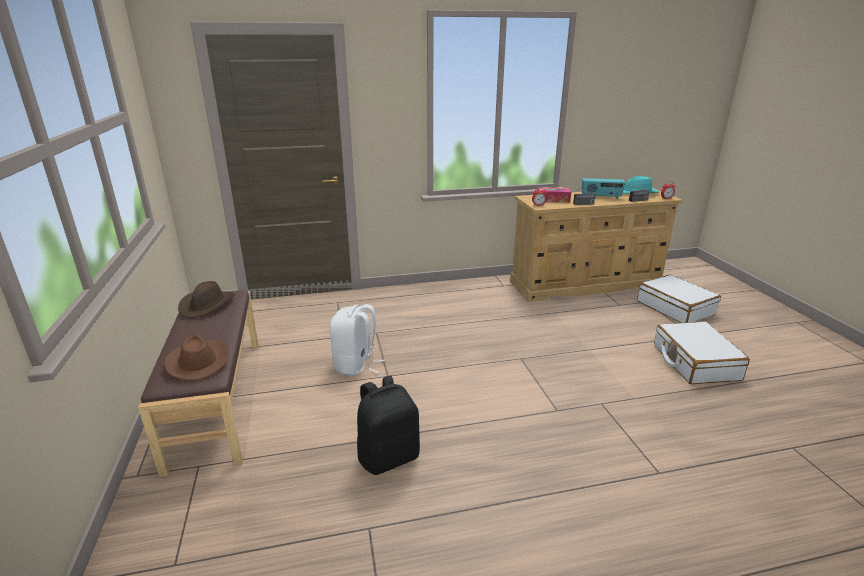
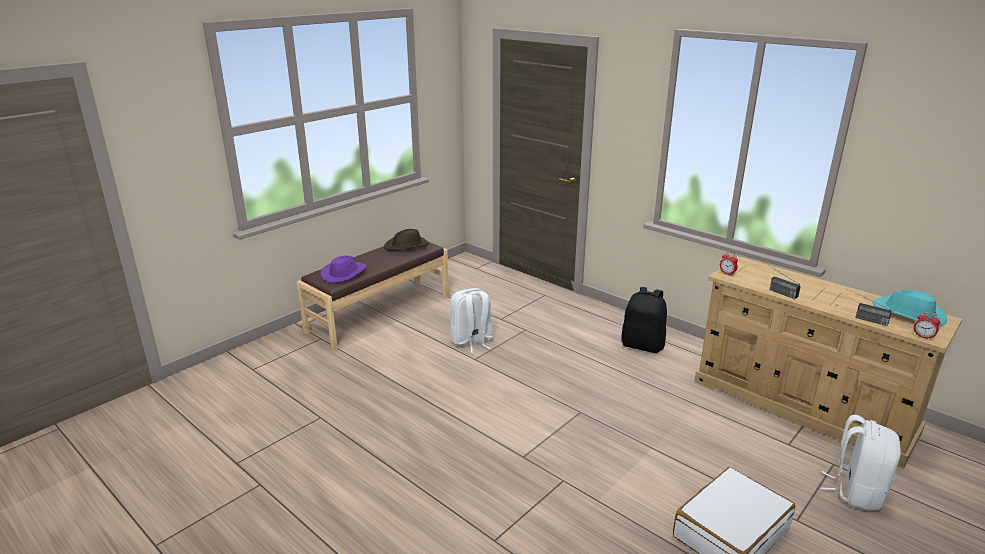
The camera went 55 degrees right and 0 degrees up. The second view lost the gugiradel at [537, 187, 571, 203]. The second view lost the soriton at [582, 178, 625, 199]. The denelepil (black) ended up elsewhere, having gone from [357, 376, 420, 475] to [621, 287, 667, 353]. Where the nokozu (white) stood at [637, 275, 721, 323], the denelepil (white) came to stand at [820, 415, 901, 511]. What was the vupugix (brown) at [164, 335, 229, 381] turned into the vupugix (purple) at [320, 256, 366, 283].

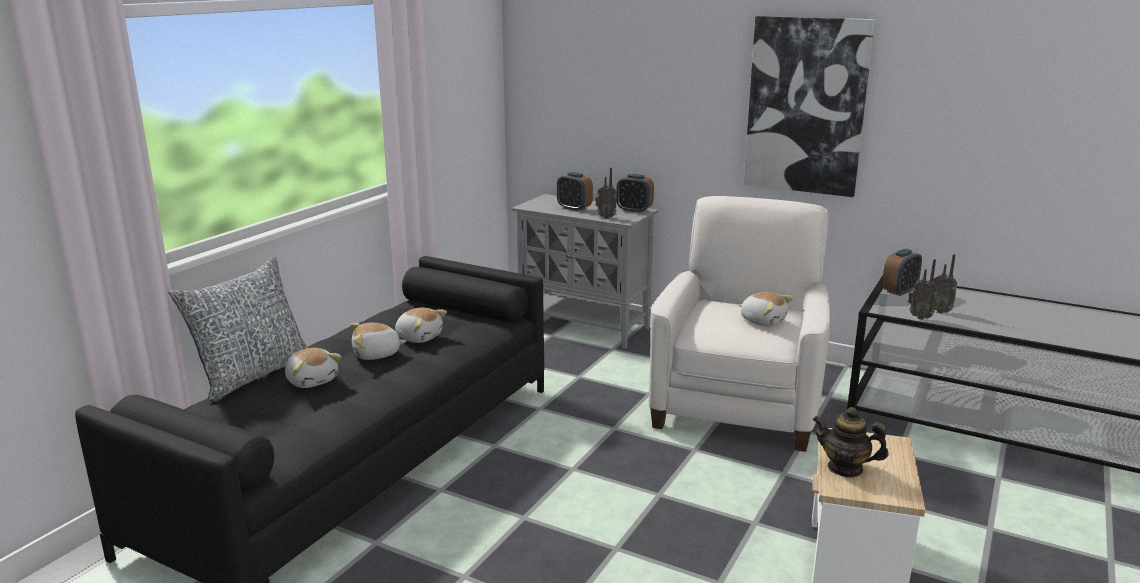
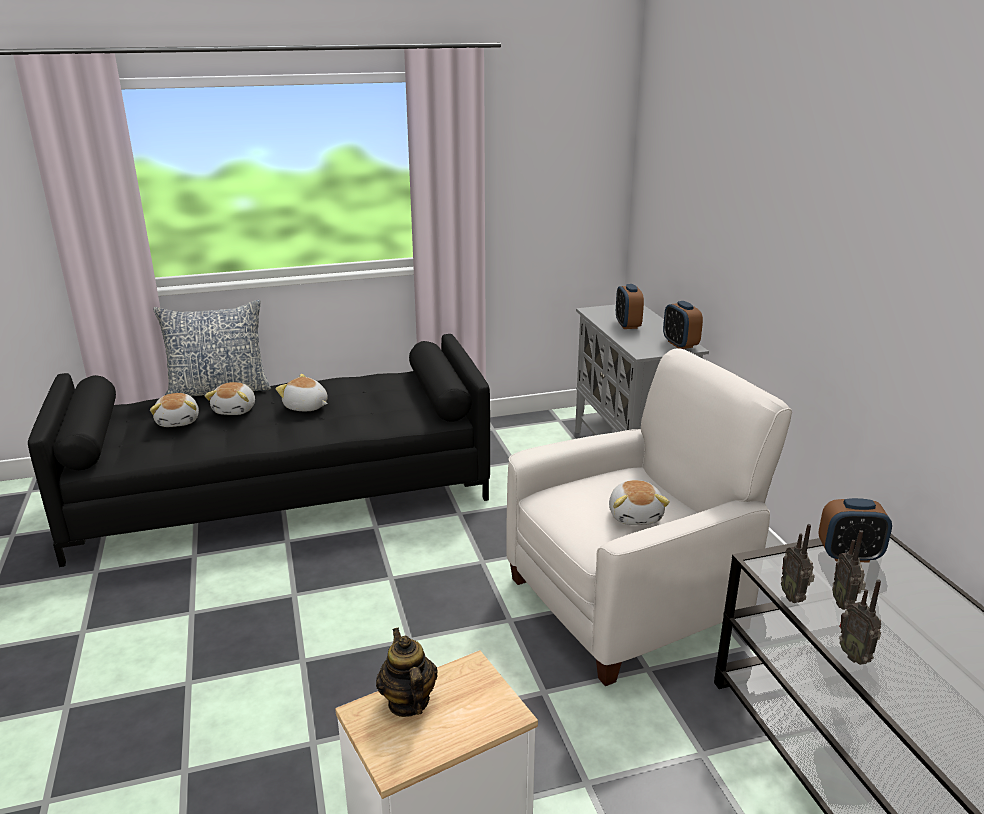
The camera went 45 degrees right and 5 degrees up. The second view lost the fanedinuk at [744, 16, 875, 197]. The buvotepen ended up elsewhere, having gone from [395, 308, 447, 343] to [150, 393, 199, 427]. The soriton ended up elsewhere, having gone from [596, 168, 617, 219] to [839, 579, 881, 665].

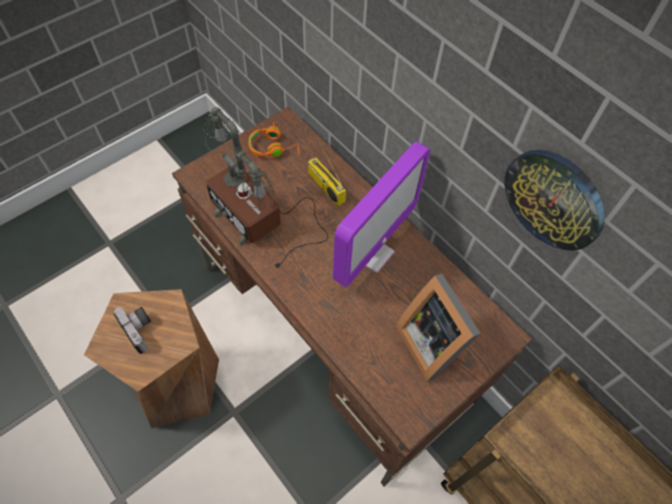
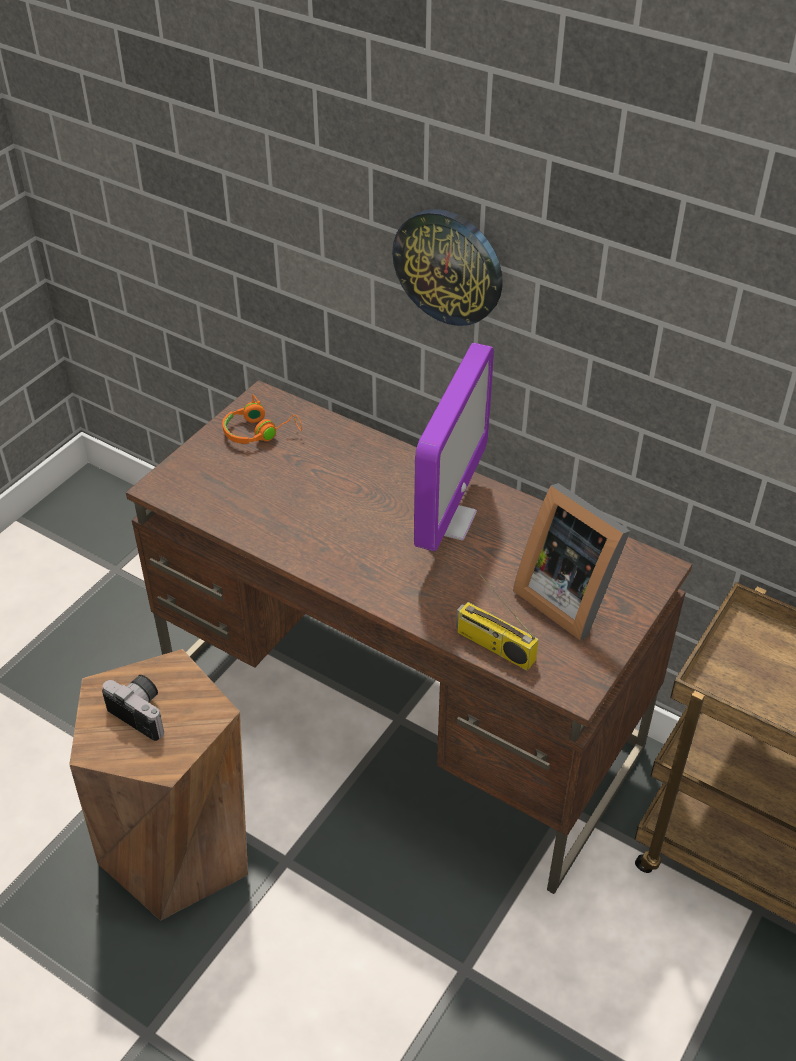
The camera went 15 degrees left and 15 degrees down. The second view lost the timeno at [204, 107, 328, 269]. The soriton ended up elsewhere, having gone from [308, 142, 346, 207] to [456, 574, 539, 671]. The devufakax ended up elsewhere, having gone from [504, 150, 605, 251] to [392, 209, 503, 326].

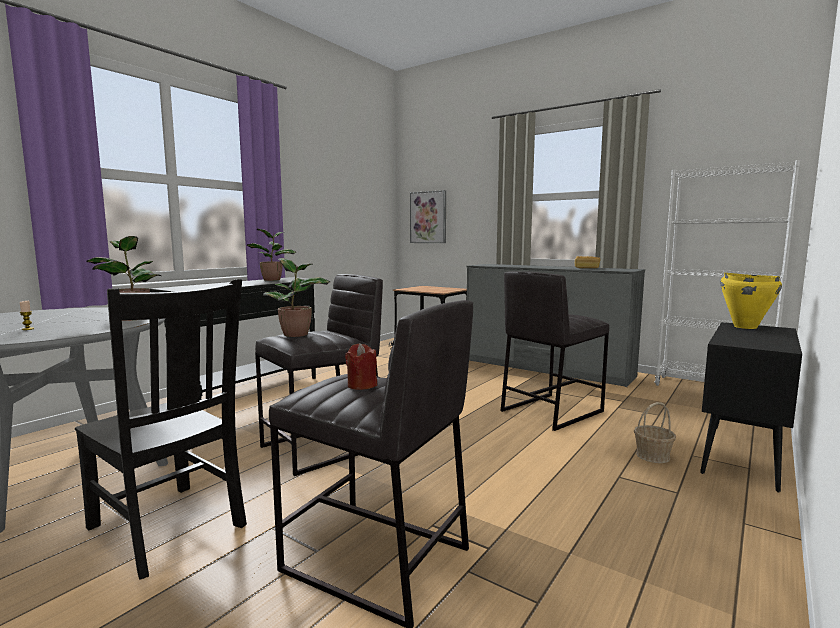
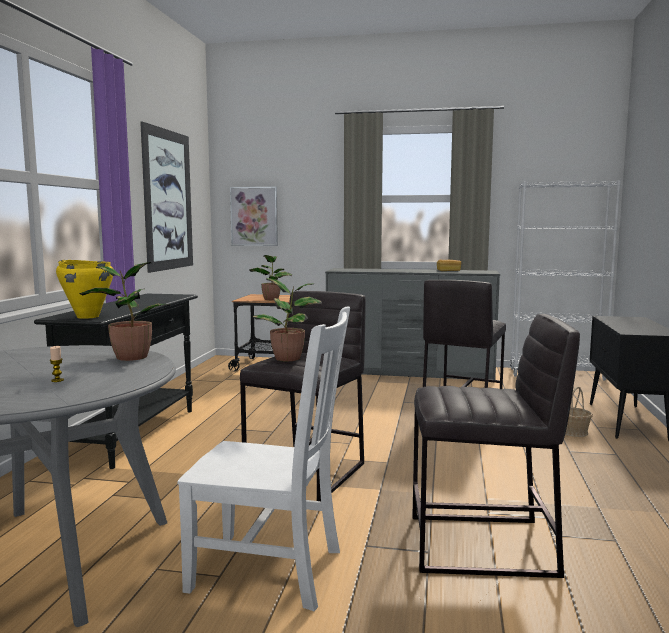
The camera went 25 degrees left and 0 degrees up. The second view lost the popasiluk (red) at [345, 343, 377, 390]. The second view gained the fanedinuk at [140, 122, 193, 273]. The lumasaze ended up elsewhere, having gone from [247, 229, 297, 281] to [250, 255, 292, 300]. The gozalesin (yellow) ended up elsewhere, having gone from [720, 273, 782, 329] to [56, 260, 113, 319]. What was the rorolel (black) at [75, 279, 247, 580] turned into the rorolel (white) at [177, 306, 350, 611].

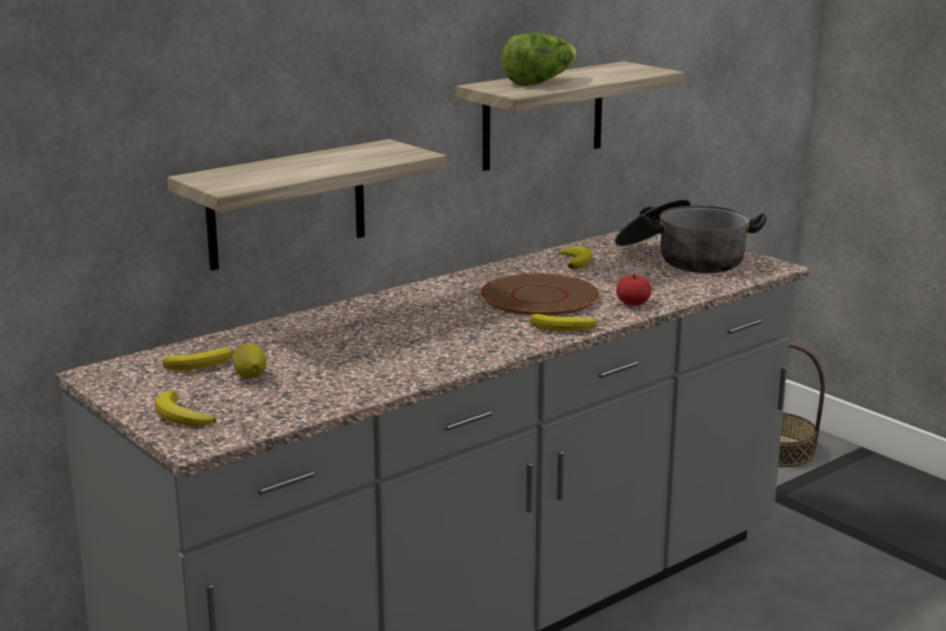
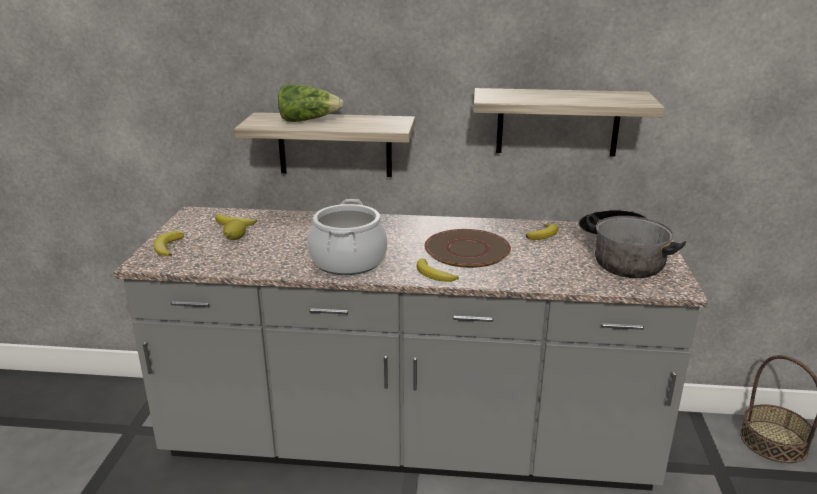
The camera went 45 degrees right and 5 degrees up. The second view lost the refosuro at [616, 274, 652, 306]. The second view gained the gozalesin at [308, 199, 387, 275]. The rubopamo ended up elsewhere, having gone from [501, 33, 577, 86] to [278, 84, 344, 122].

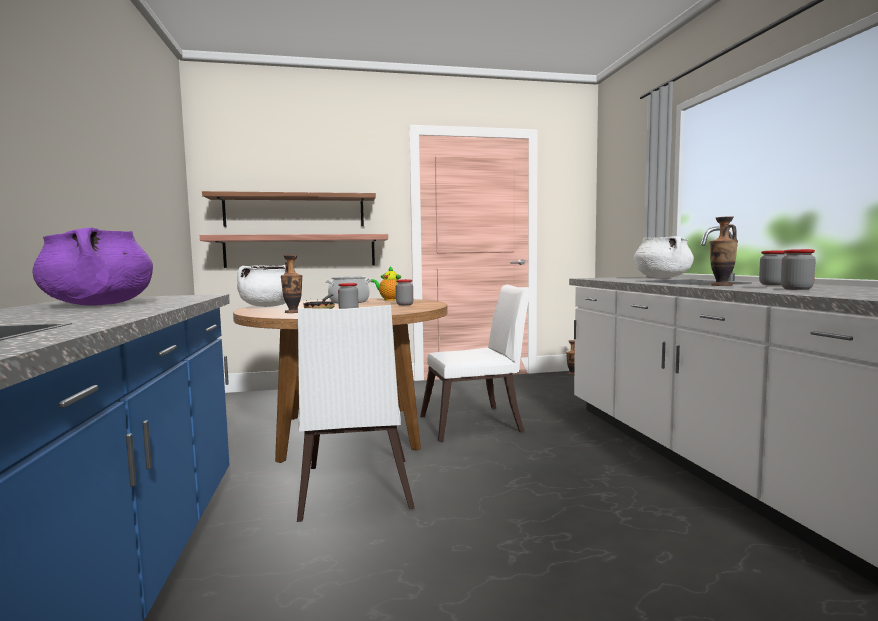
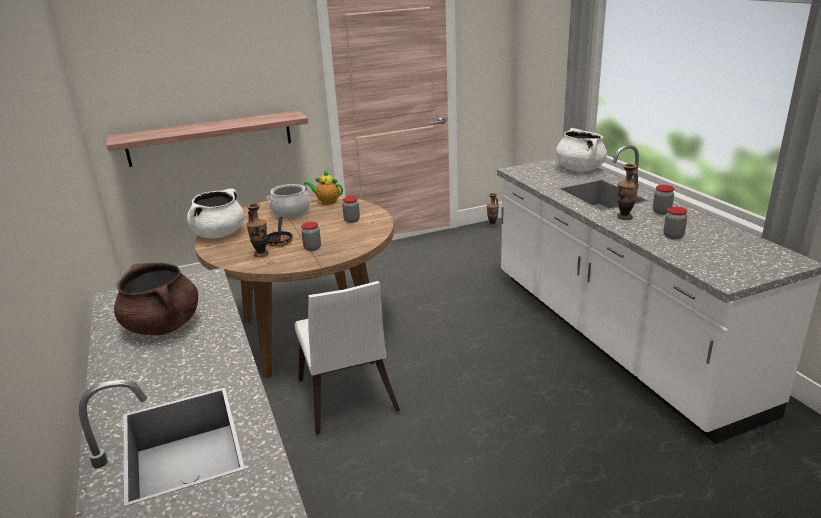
The camera went 10 degrees left and 20 degrees up. The second view lost the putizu at [202, 191, 376, 227]. The second view lost the rorolel (white) at [420, 285, 531, 442]. What was the gozalesin (purple) at [32, 227, 153, 305] turned into the gozalesin (brown) at [114, 263, 198, 335].

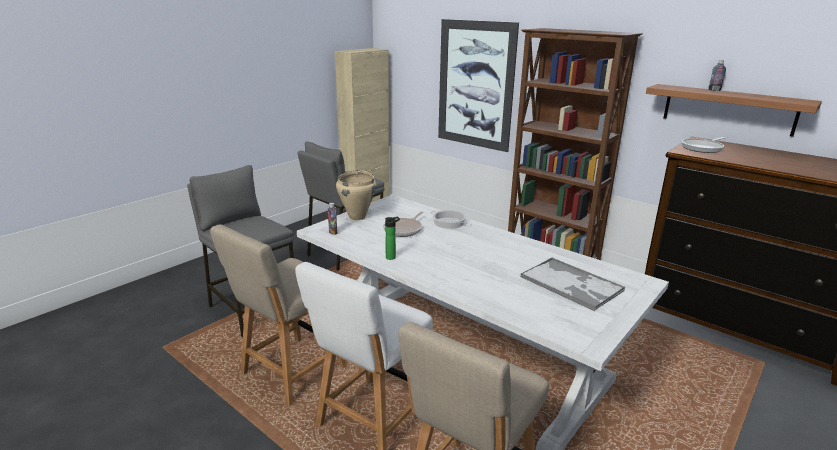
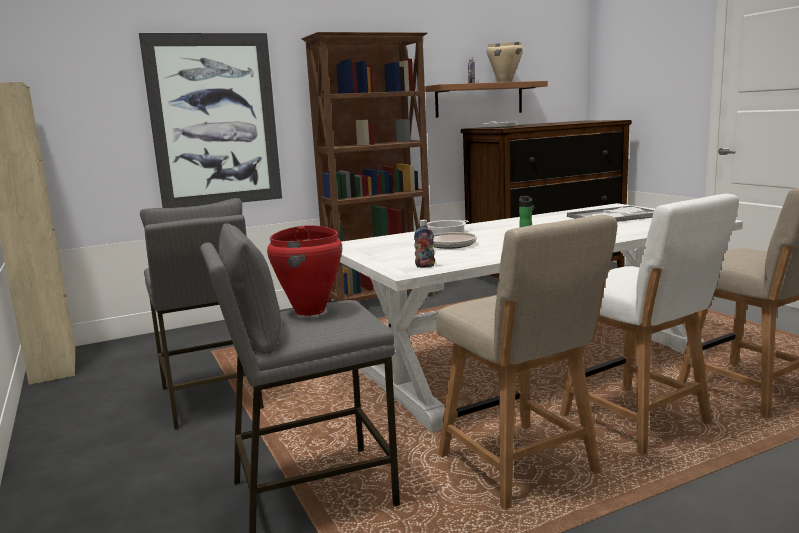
The camera went 65 degrees left and 10 degrees down. The second view gained the gozalesin (red) at [267, 225, 342, 316]. The gozalesin (beige) ended up elsewhere, having gone from [336, 170, 376, 220] to [487, 42, 523, 82].

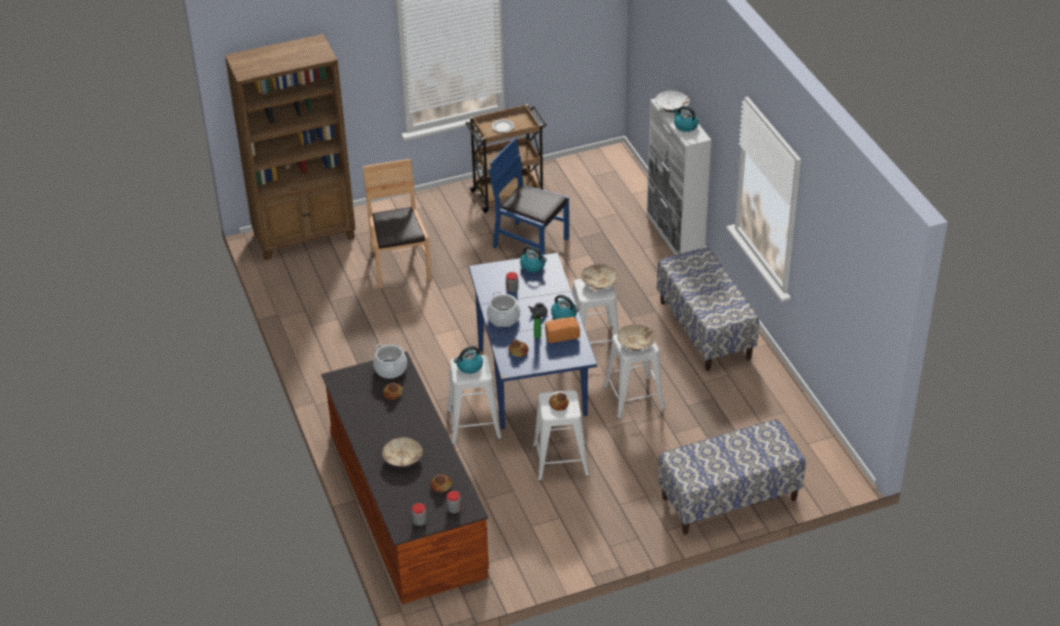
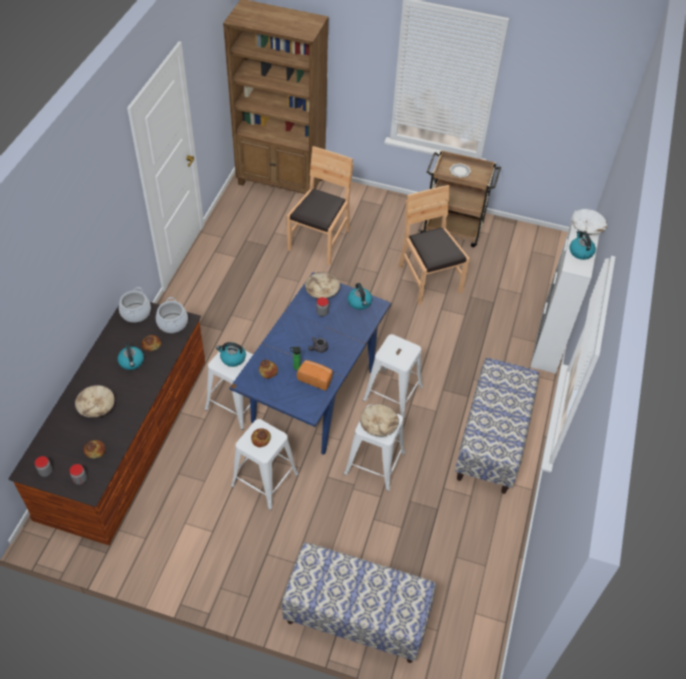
The camera went 35 degrees right and 10 degrees up. The gozalesin ended up elsewhere, having gone from [487, 291, 520, 327] to [119, 287, 151, 323]. The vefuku ended up elsewhere, having gone from [551, 295, 579, 319] to [118, 342, 144, 370]. The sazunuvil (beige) ended up elsewhere, having gone from [581, 264, 617, 290] to [305, 272, 340, 300]. What was the rorolel (blue) at [489, 138, 569, 255] turned into the rorolel (brown) at [399, 185, 470, 305].

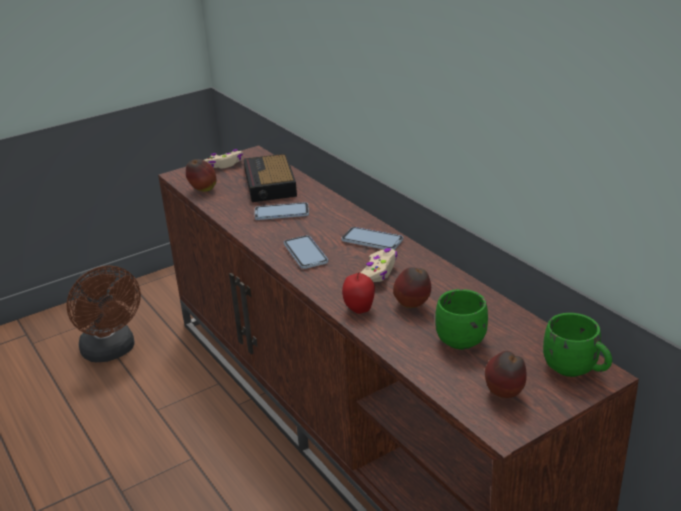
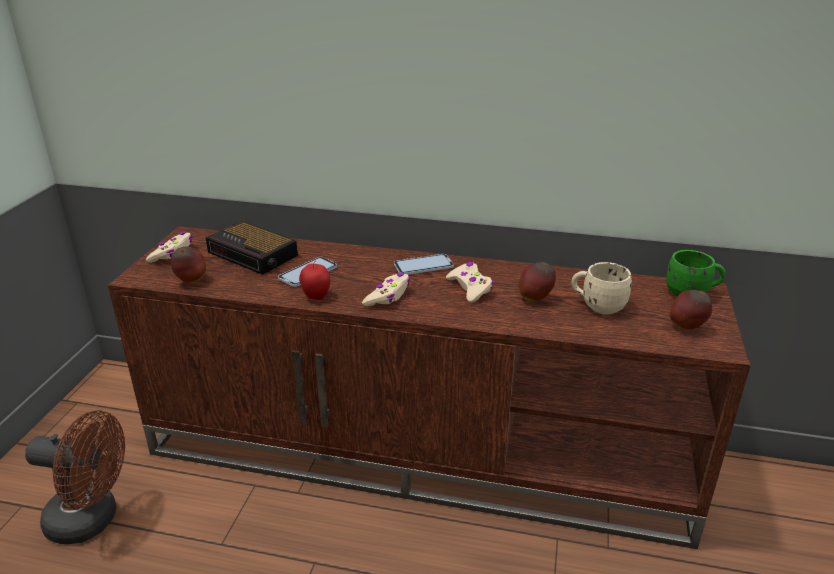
The camera went 45 degrees left and 0 degrees up. The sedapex ended up elsewhere, having gone from [342, 272, 375, 314] to [299, 262, 330, 300]. Where the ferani stood at [284, 235, 328, 269], the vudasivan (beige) came to stand at [362, 273, 410, 307]. What was the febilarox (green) at [435, 289, 488, 350] turned into the febilarox (beige) at [572, 262, 632, 315].

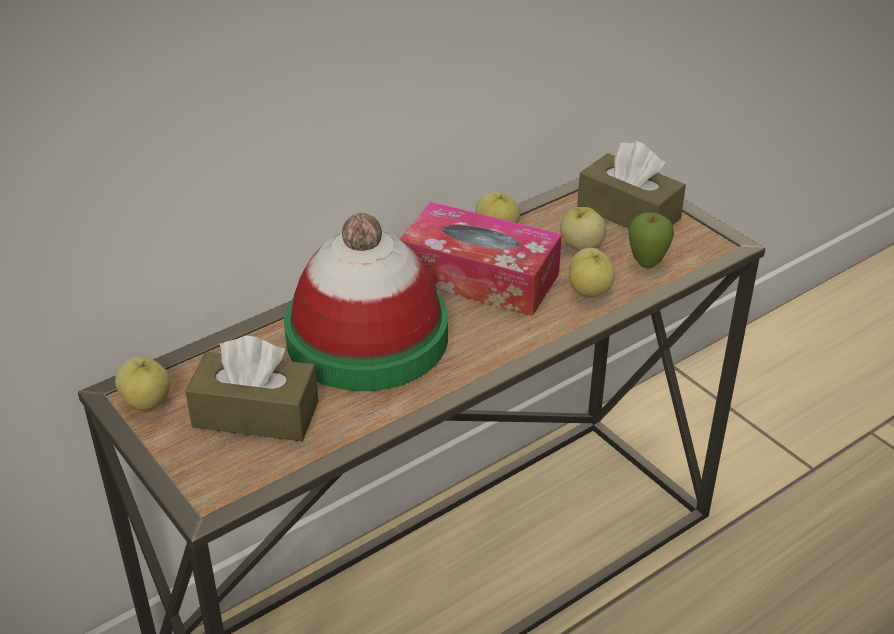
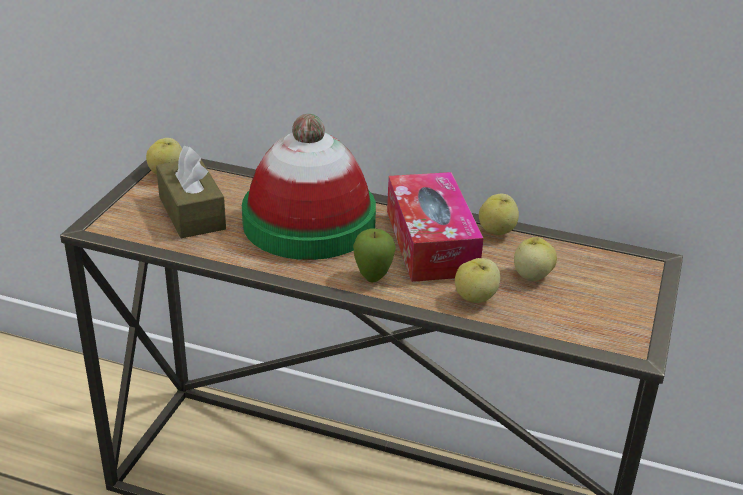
The camera went 55 degrees right and 5 degrees down. The second view lost the gugiradel (brown) at [577, 141, 686, 228]. The sedapex ended up elsewhere, having gone from [628, 212, 674, 269] to [353, 228, 396, 282].

